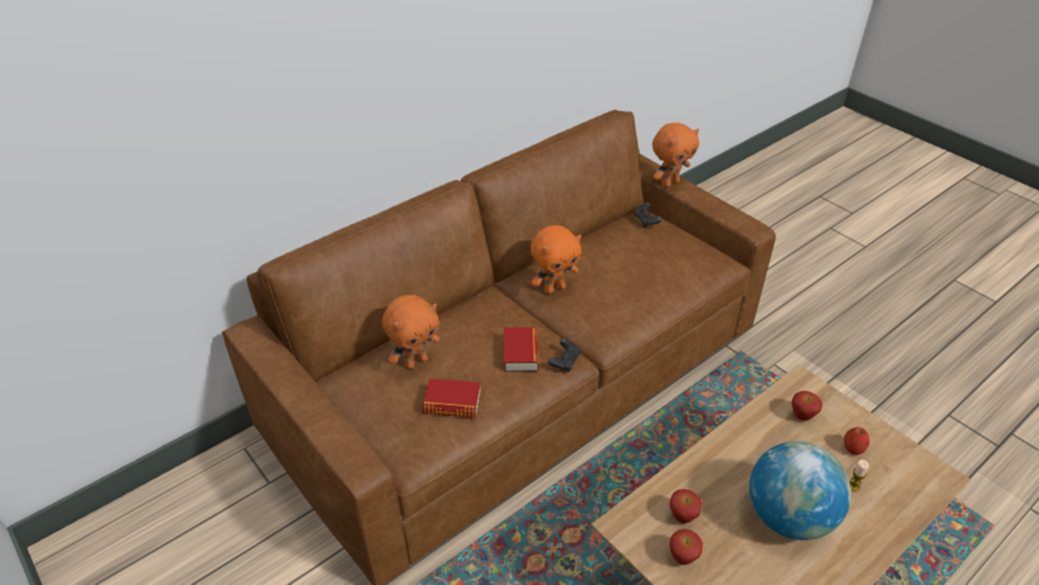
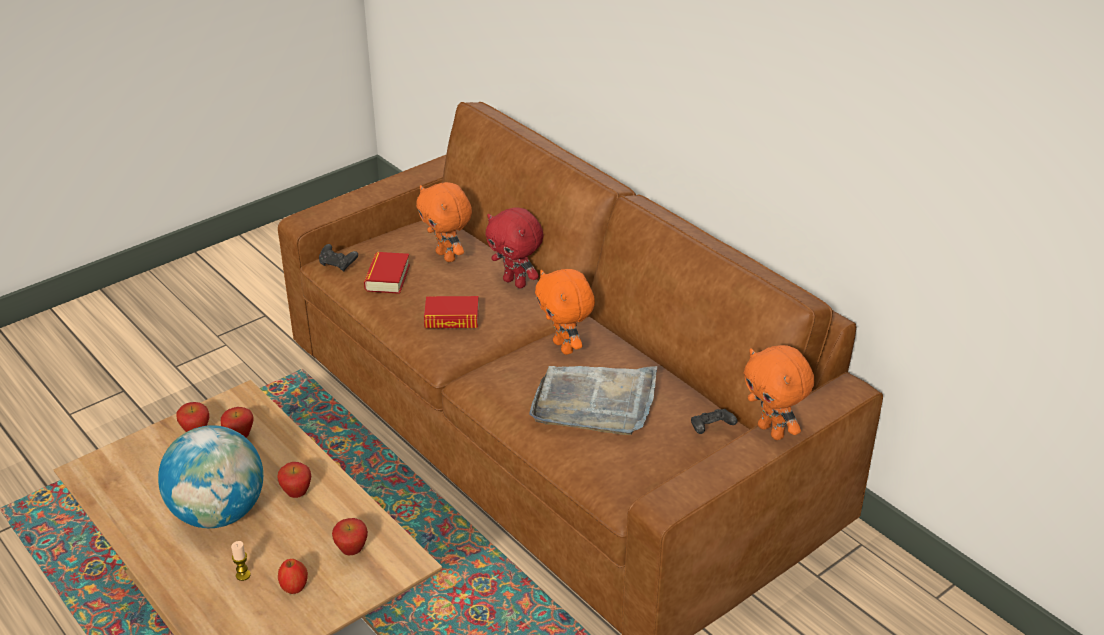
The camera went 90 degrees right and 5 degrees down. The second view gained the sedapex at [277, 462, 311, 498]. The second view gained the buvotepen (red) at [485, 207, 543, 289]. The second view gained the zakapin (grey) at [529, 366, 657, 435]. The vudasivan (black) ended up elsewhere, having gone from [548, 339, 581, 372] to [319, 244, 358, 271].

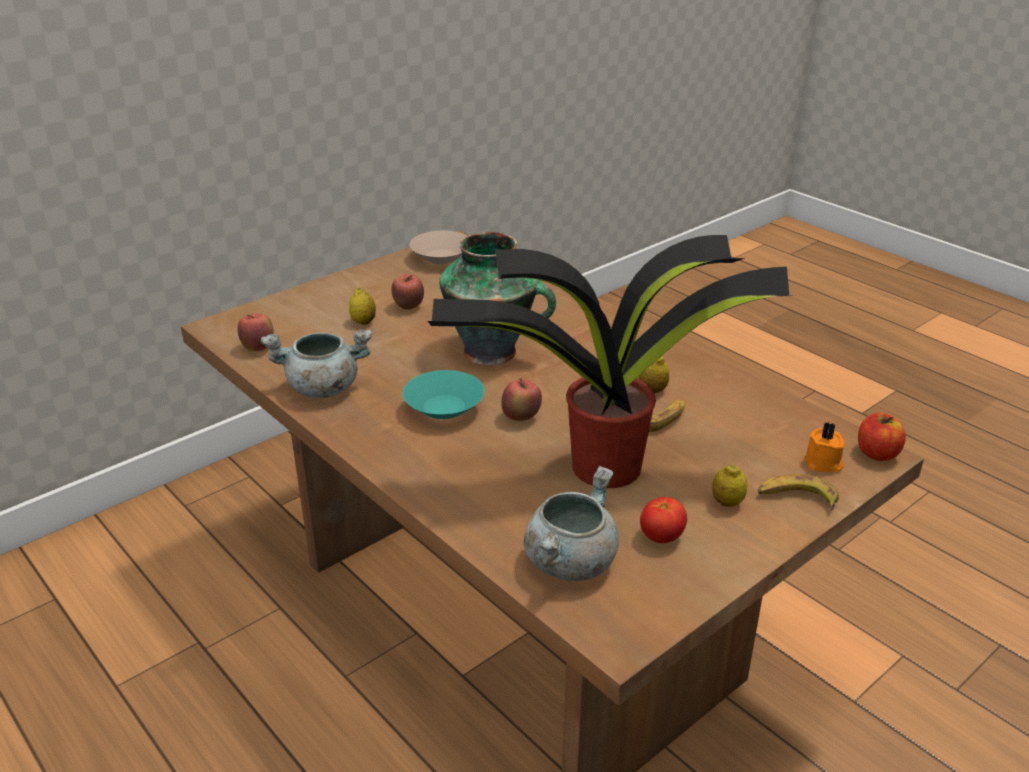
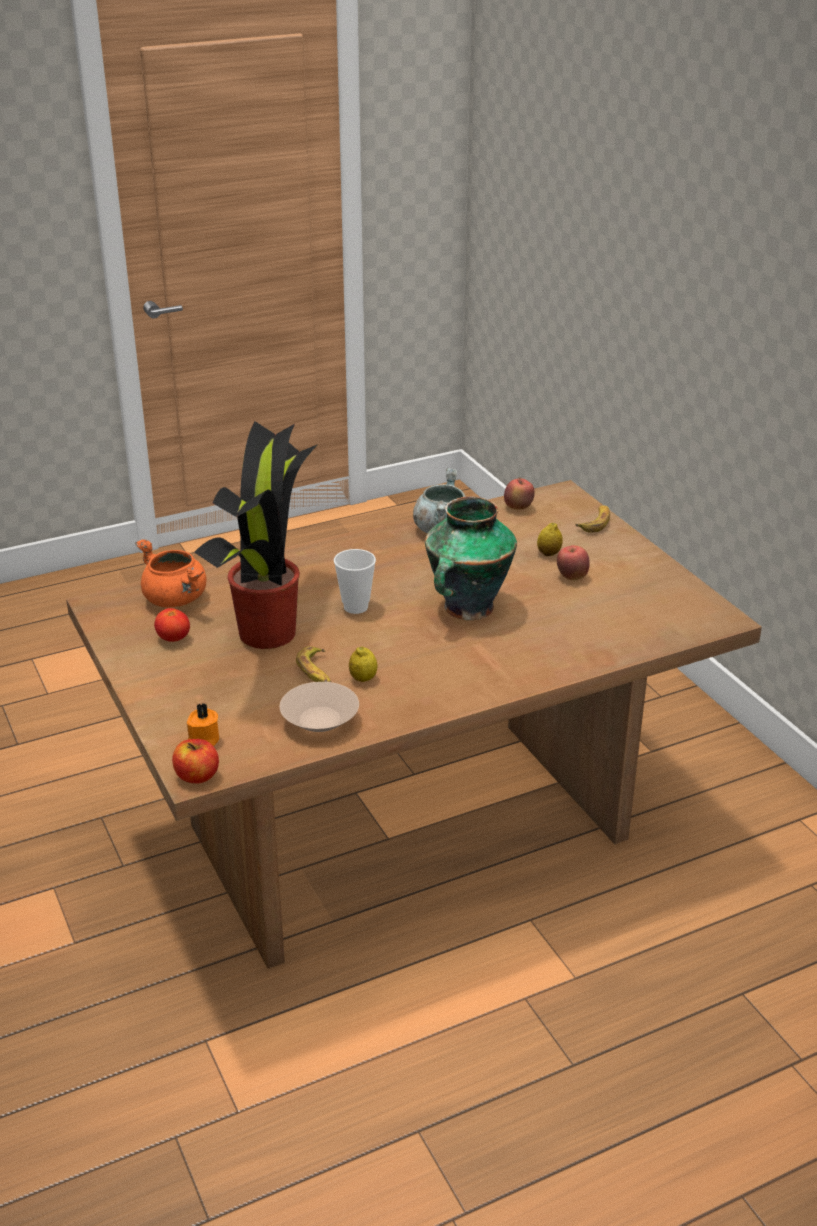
The camera went 105 degrees right and 0 degrees up. The second view lost the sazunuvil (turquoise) at [403, 370, 484, 419]. The second view lost the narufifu at [712, 464, 748, 507]. The sazunuvil (beige) ended up elsewhere, having gone from [409, 231, 467, 264] to [280, 682, 359, 732]. The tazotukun ended up elsewhere, having gone from [758, 474, 839, 510] to [575, 505, 610, 533]. Where the sedapex stood at [501, 378, 542, 421], the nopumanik came to stand at [334, 549, 376, 614]. What was the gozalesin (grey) at [524, 466, 619, 581] turned into the gozalesin (orange) at [135, 539, 206, 608].

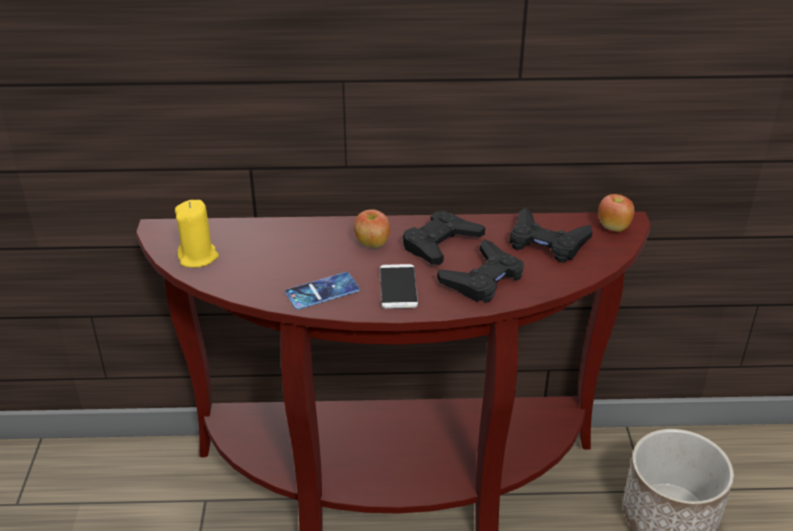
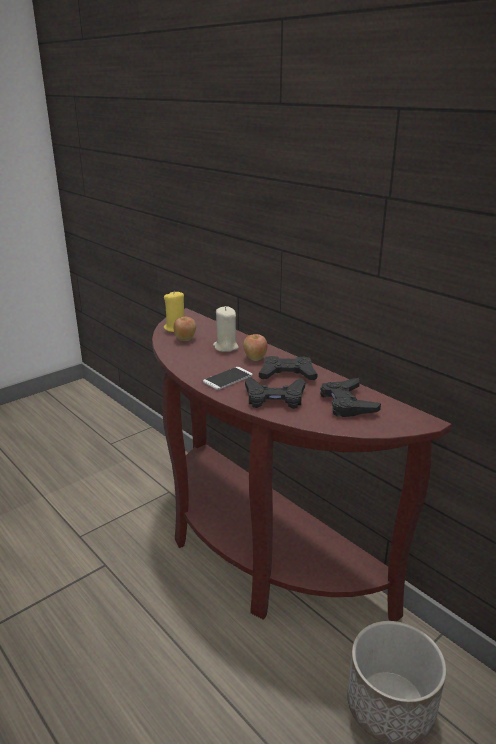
The camera went 50 degrees right and 10 degrees down. The second view lost the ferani at [285, 272, 360, 310]. The second view gained the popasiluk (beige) at [213, 306, 239, 352]. The sedapex ended up elsewhere, having gone from [598, 194, 634, 232] to [174, 317, 196, 341].

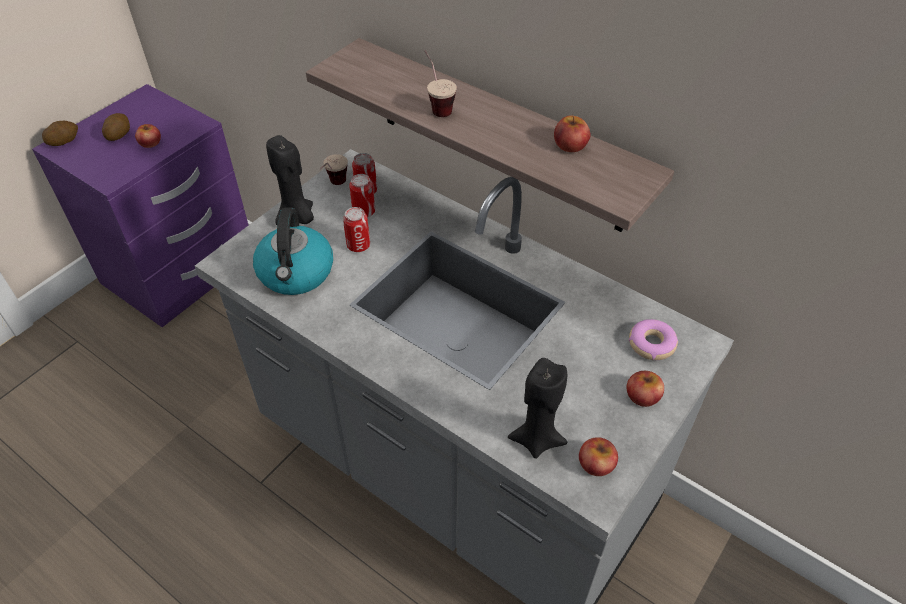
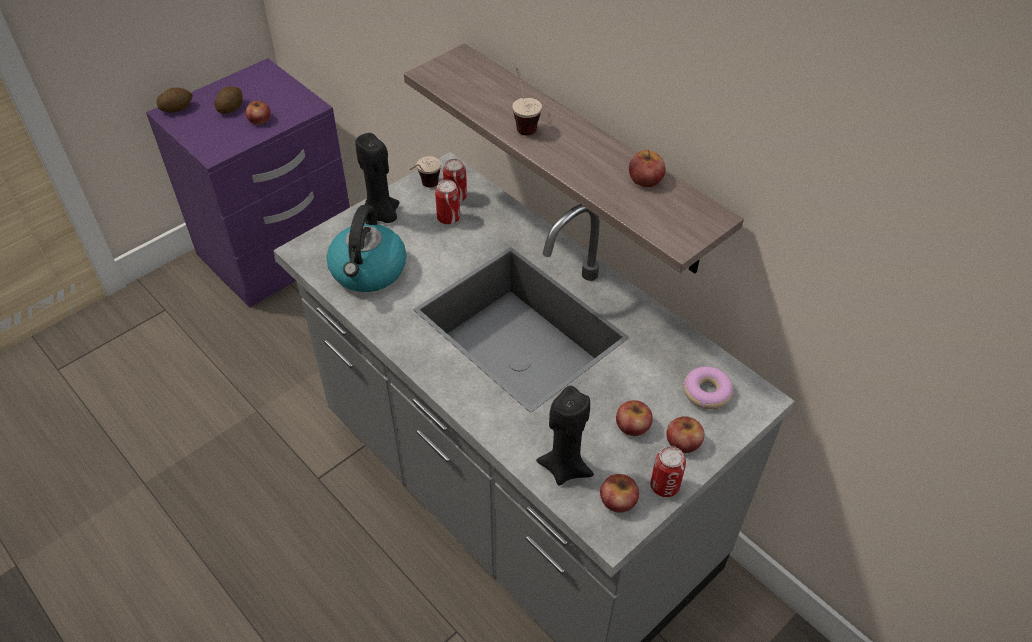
The camera went 10 degrees right and 0 degrees up. The second view gained the sedapex at [616, 400, 653, 436]. The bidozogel ended up elsewhere, having gone from [343, 207, 370, 252] to [650, 446, 686, 497].

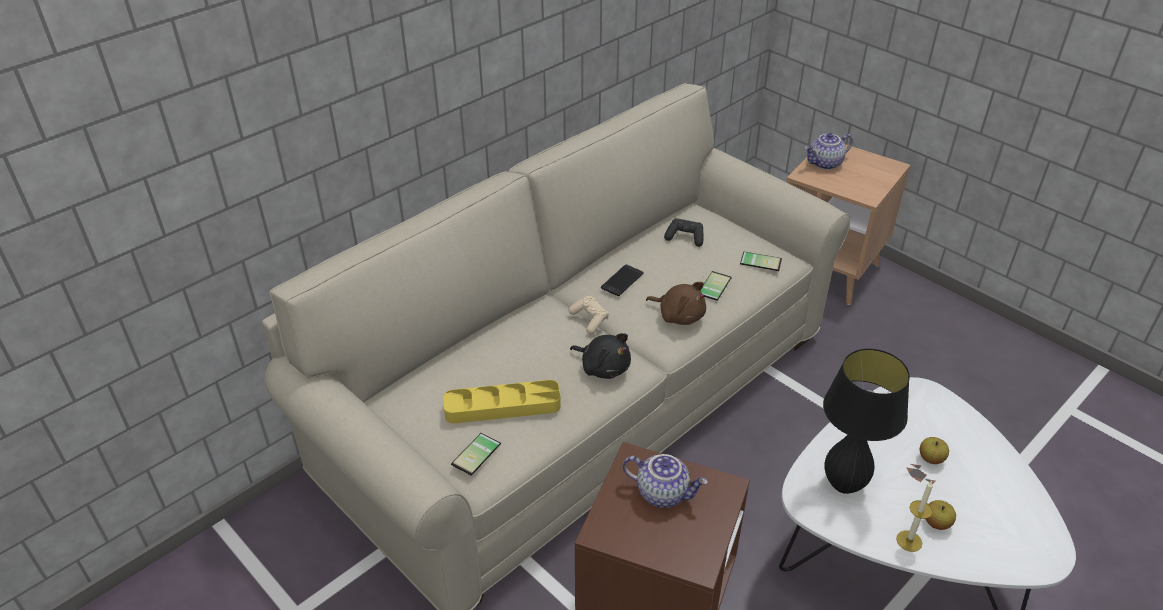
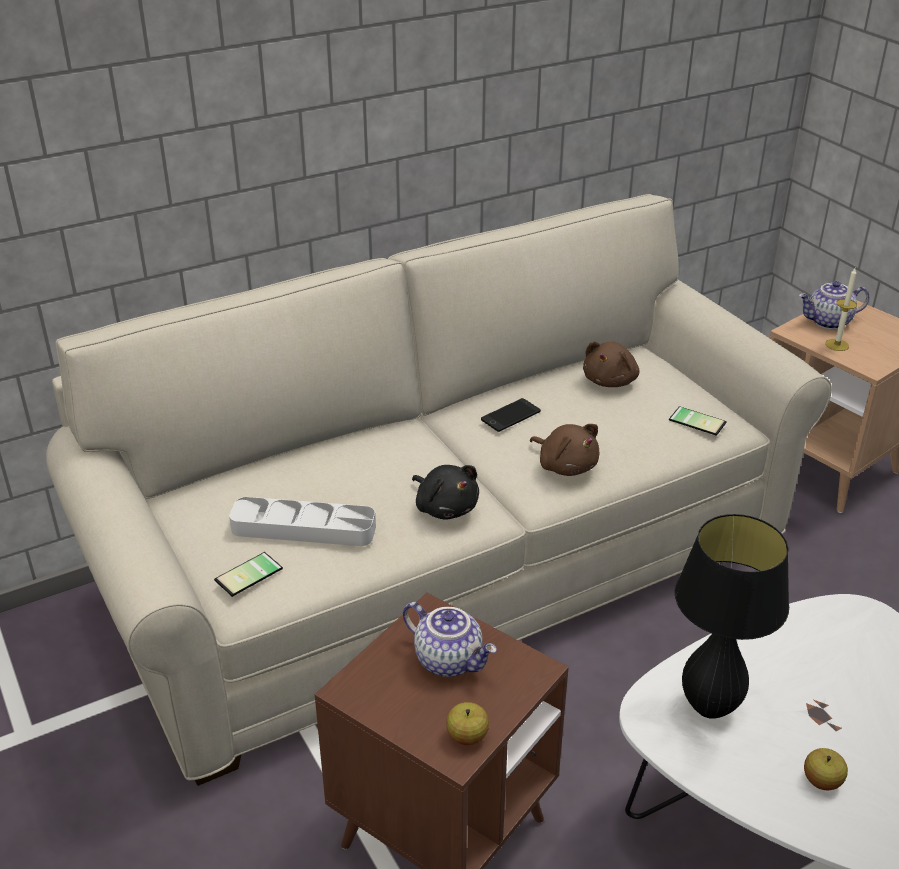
The camera went 15 degrees right and 5 degrees down. The second view lost the vudasivan (beige) at [568, 296, 609, 335]. The second view lost the ferani at [700, 271, 732, 301]. The popasiluk ended up elsewhere, having gone from [896, 481, 933, 552] to [825, 268, 857, 351]. The sedapex ended up elsewhere, having gone from [920, 437, 949, 464] to [446, 702, 489, 745]. Where the vudasivan (black) stood at [664, 218, 704, 247], the buvotepen (brown) came to stand at [583, 341, 639, 387]. What was the zakapin (yellow) at [443, 380, 561, 424] turned into the zakapin (grey) at [229, 497, 376, 546].

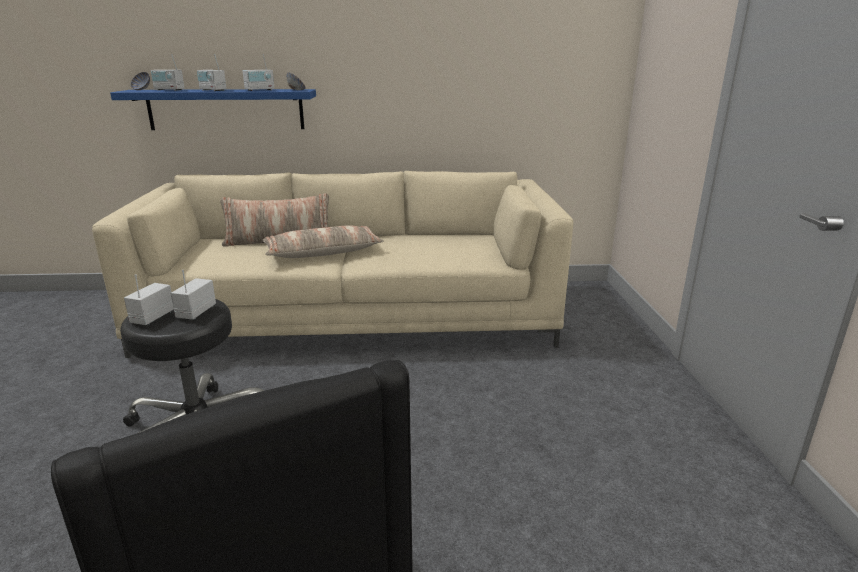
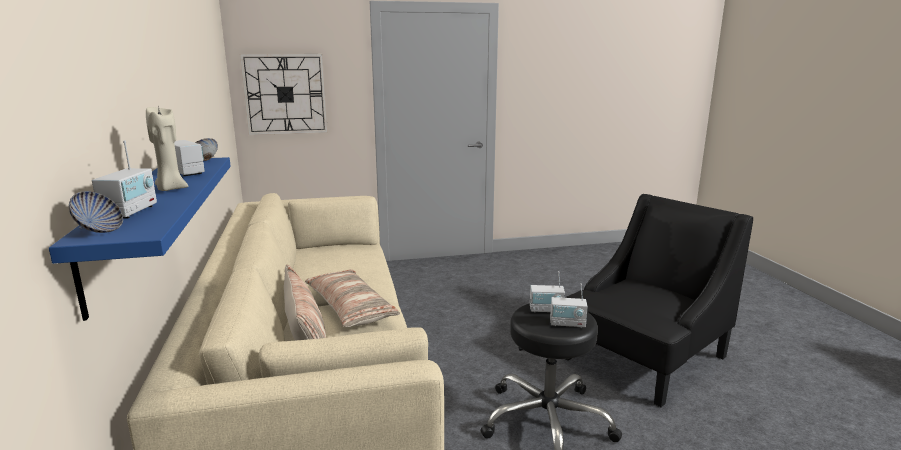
The camera went 100 degrees left and 5 degrees down. The second view gained the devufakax at [240, 54, 328, 135]. Where the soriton stood at [197, 54, 227, 91], the popasiluk (beige) came to stand at [146, 106, 188, 191].

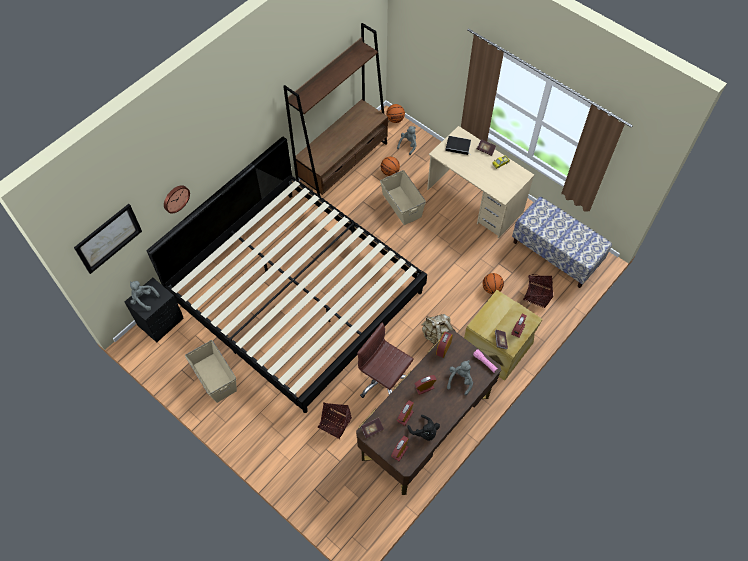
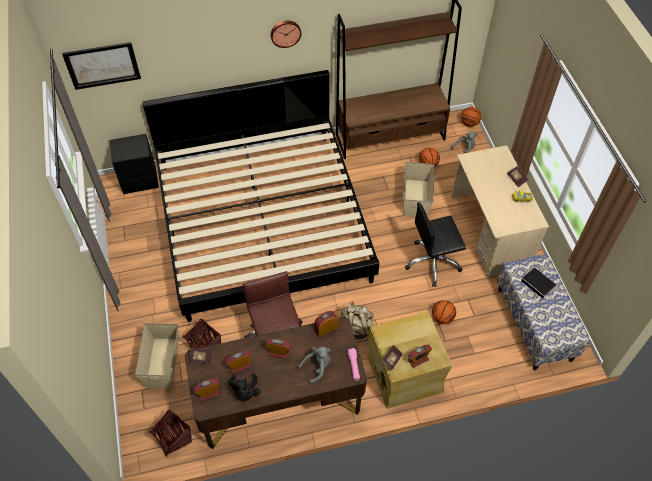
The camera went 35 degrees right and 5 degrees down. The second view lost the buvotepen (grey) at [130, 281, 160, 311]. The second view gained the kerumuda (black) at [405, 202, 466, 287]. The devufakax ended up elsewhere, having gone from [164, 185, 190, 213] to [271, 21, 301, 48]. The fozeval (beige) ended up elsewhere, having gone from [185, 340, 237, 403] to [135, 323, 179, 389]. The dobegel ended up elsewhere, having gone from [445, 136, 472, 155] to [522, 268, 556, 299]. The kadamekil ended up elsewhere, having gone from [523, 274, 553, 308] to [148, 410, 192, 457].

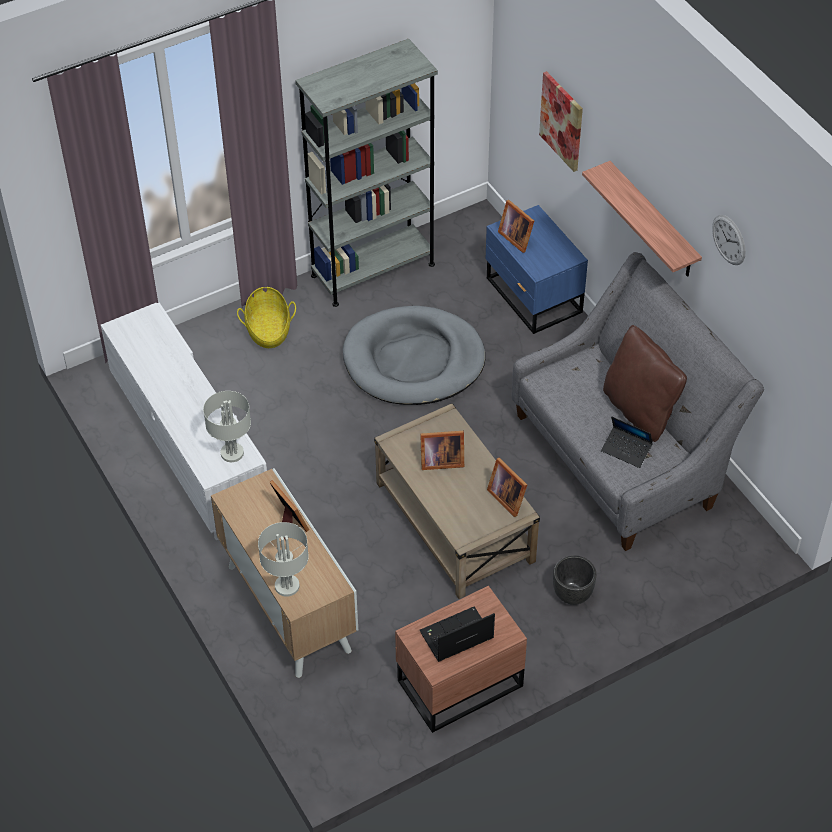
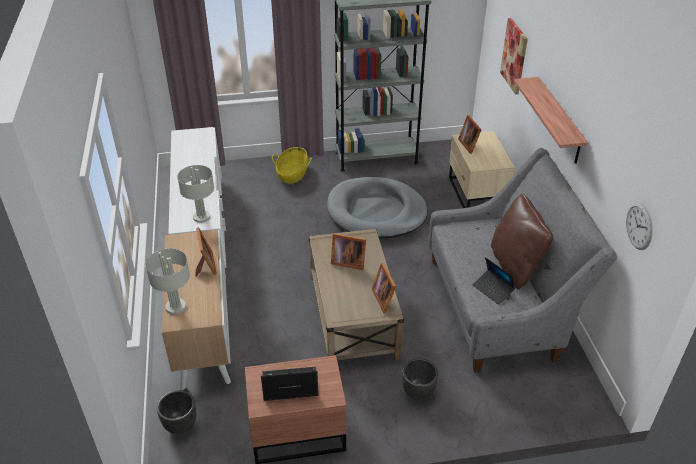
The camera went 20 degrees right and 10 degrees down. The second view gained the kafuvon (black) at [157, 390, 196, 434]. The devufakax ended up elsewhere, having gone from [712, 215, 746, 265] to [626, 202, 653, 250]. What was the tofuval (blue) at [485, 205, 588, 334] turned into the tofuval (beige) at [449, 131, 515, 208].

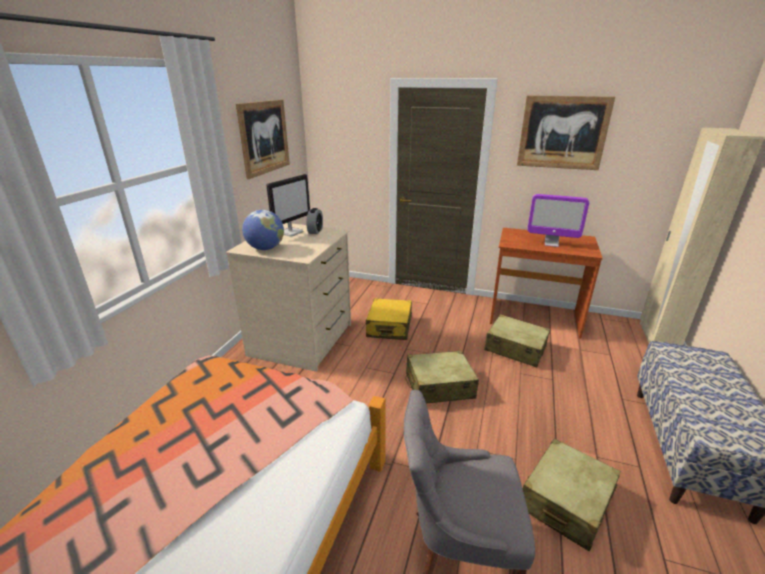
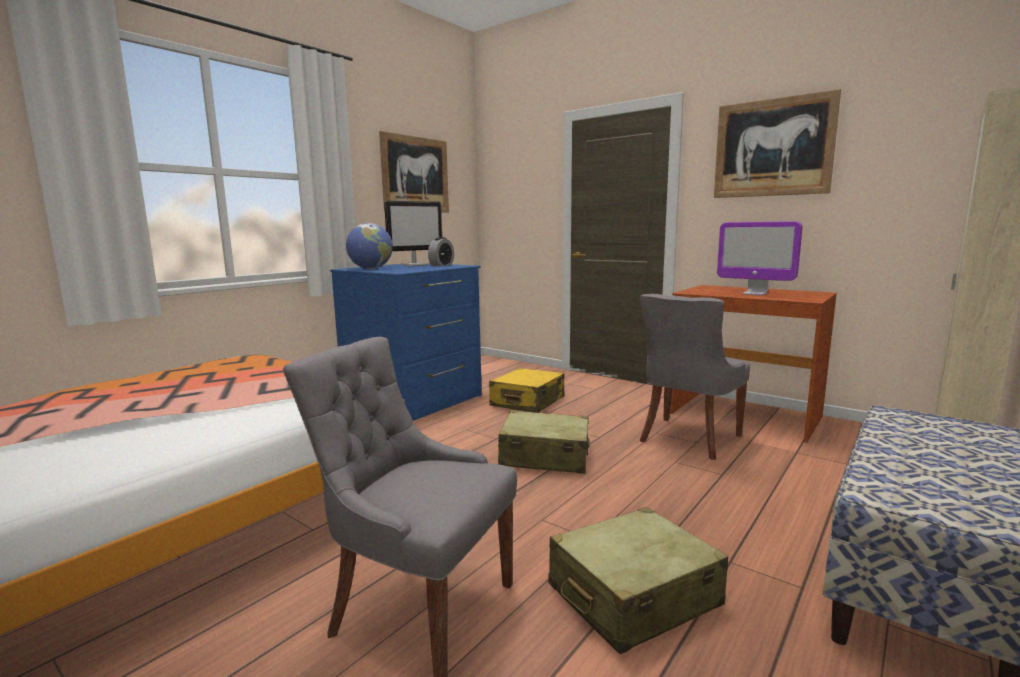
The camera went 20 degrees right and 15 degrees down. Where the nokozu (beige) stood at [484, 314, 550, 367], the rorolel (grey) came to stand at [640, 294, 750, 460]. What was the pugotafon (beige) at [226, 223, 351, 372] turned into the pugotafon (blue) at [330, 263, 482, 421].

